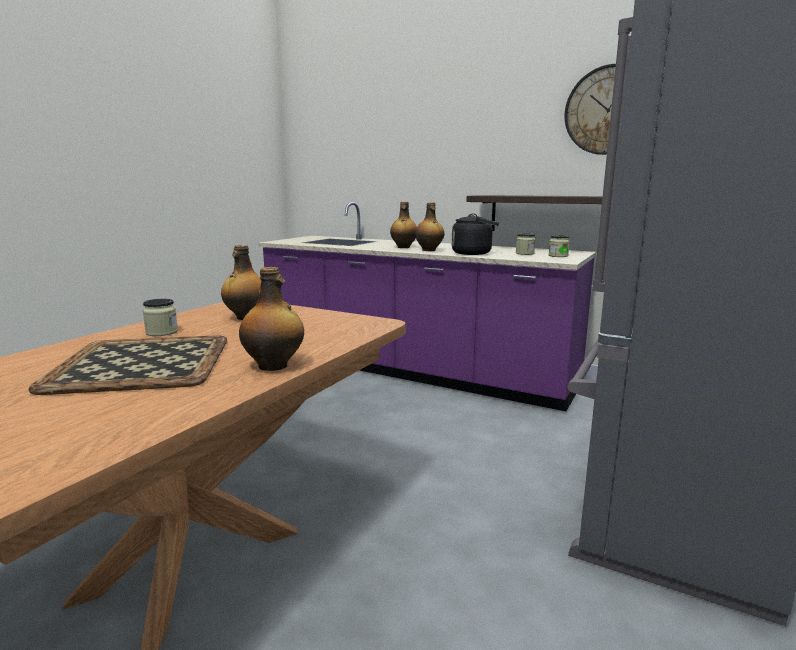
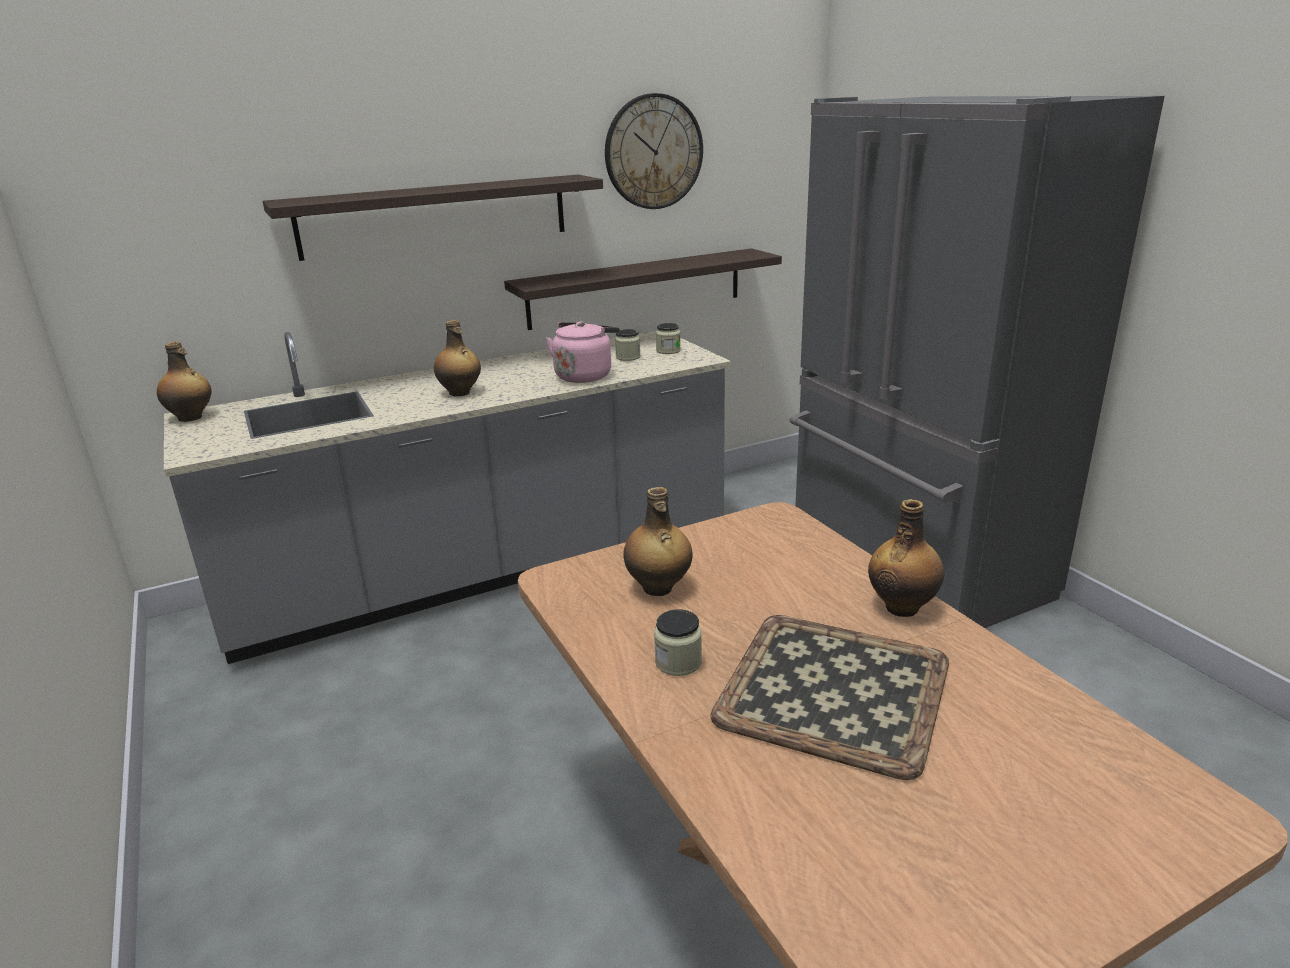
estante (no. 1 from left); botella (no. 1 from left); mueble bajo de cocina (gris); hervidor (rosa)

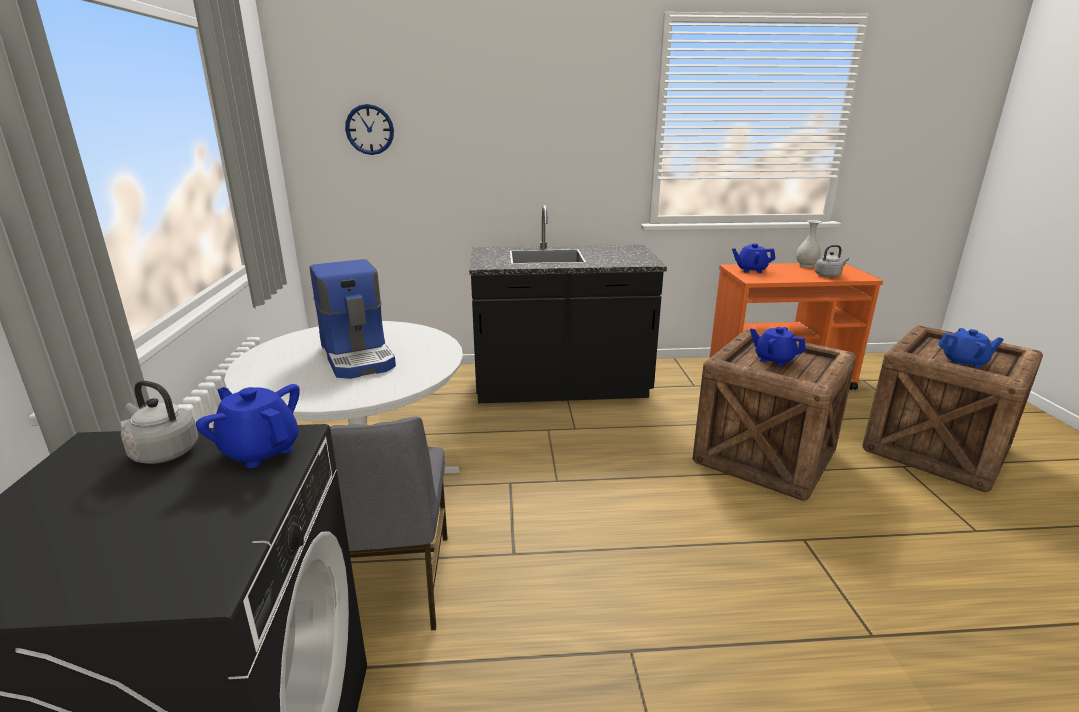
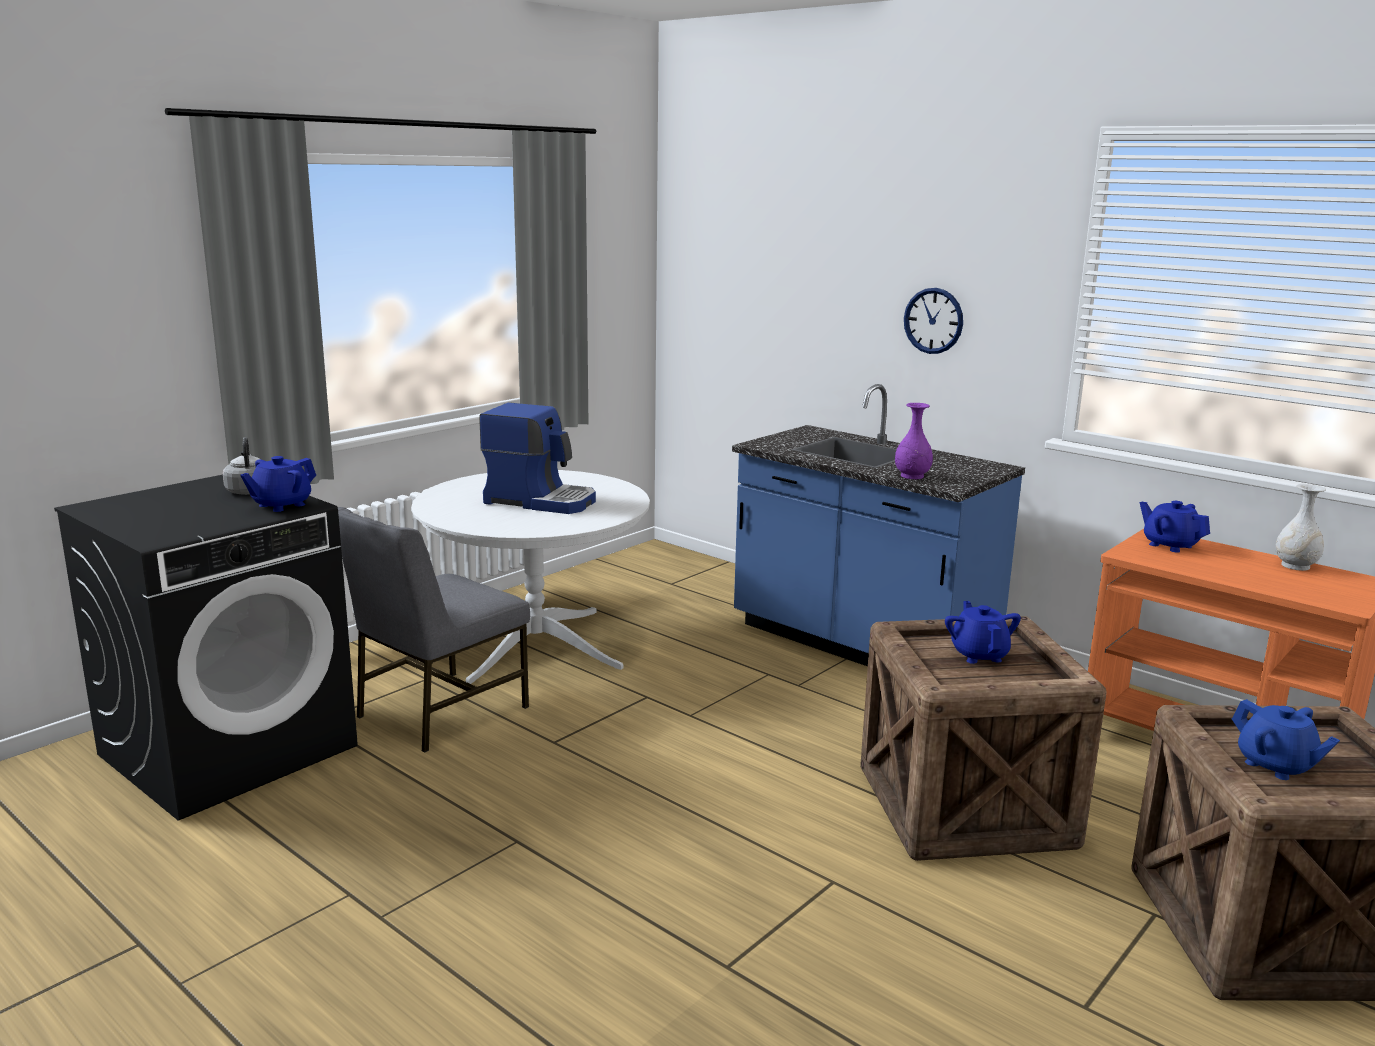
hervidor (gris) (no. 2 from left in the first image); florero (morado); reloj de pared; mueble bajo de cocina (azul); tetera (azul) (no. 1 from left); cafetera

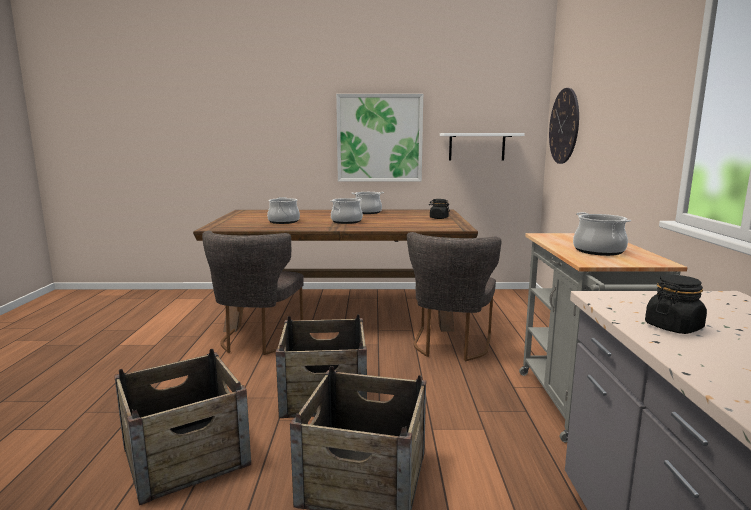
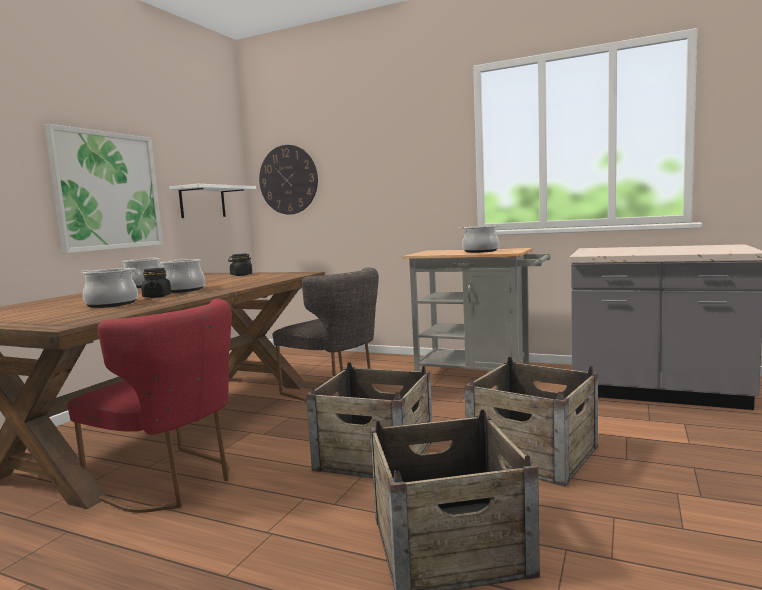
tarro (negro) (no. 1 from left); silla (rojo)

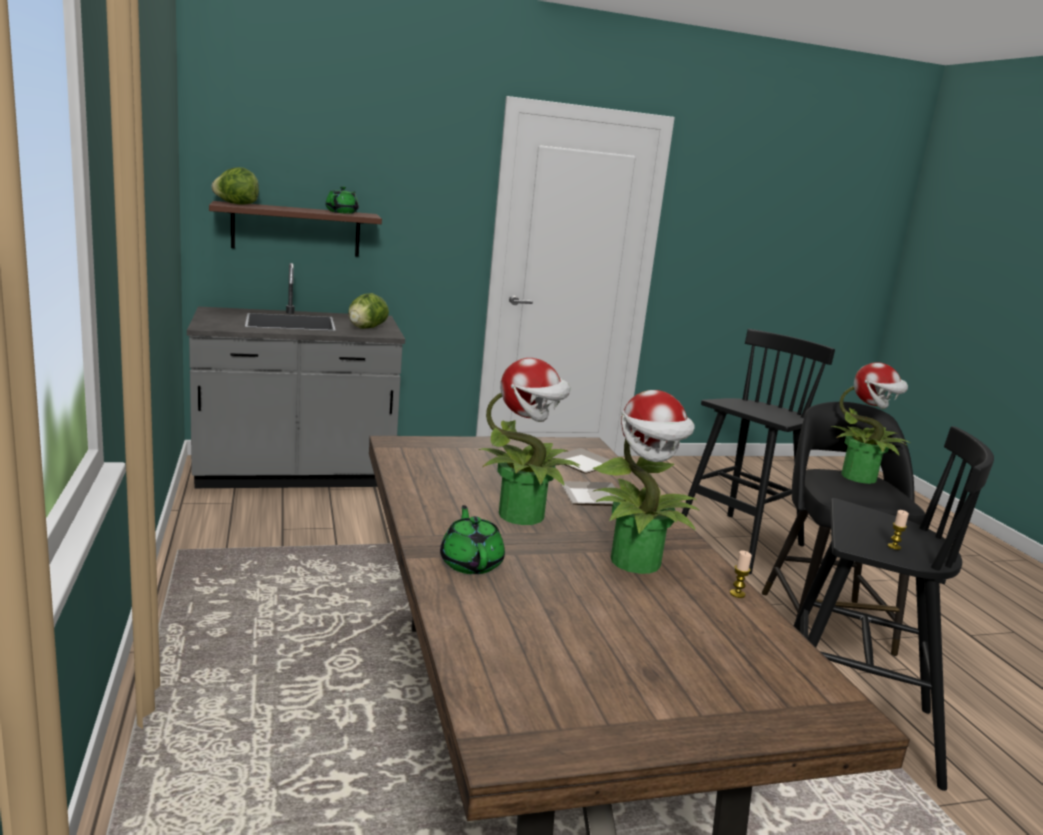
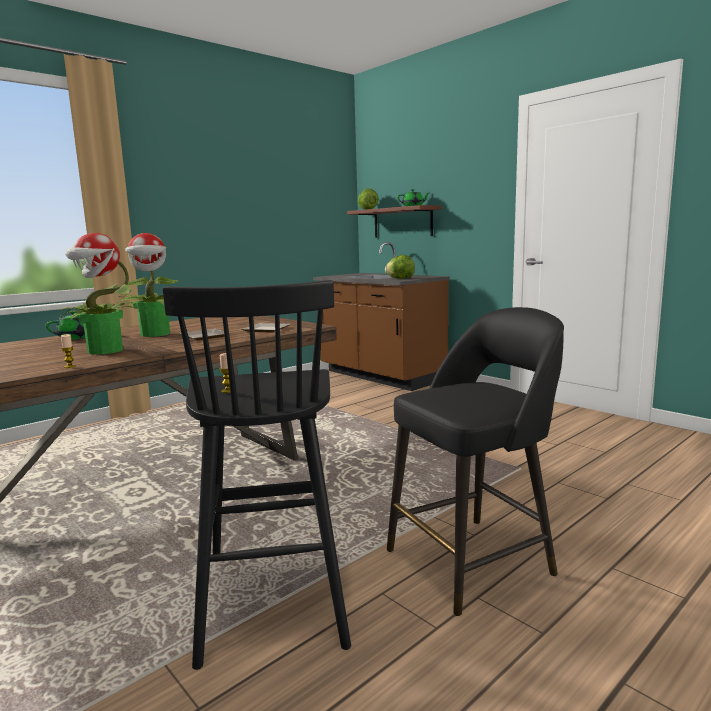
taburete (negro) (no. 1 from left in the first image); planta en maceta (no. 3 from left in the first image); mueble bajo de cocina (marrón)

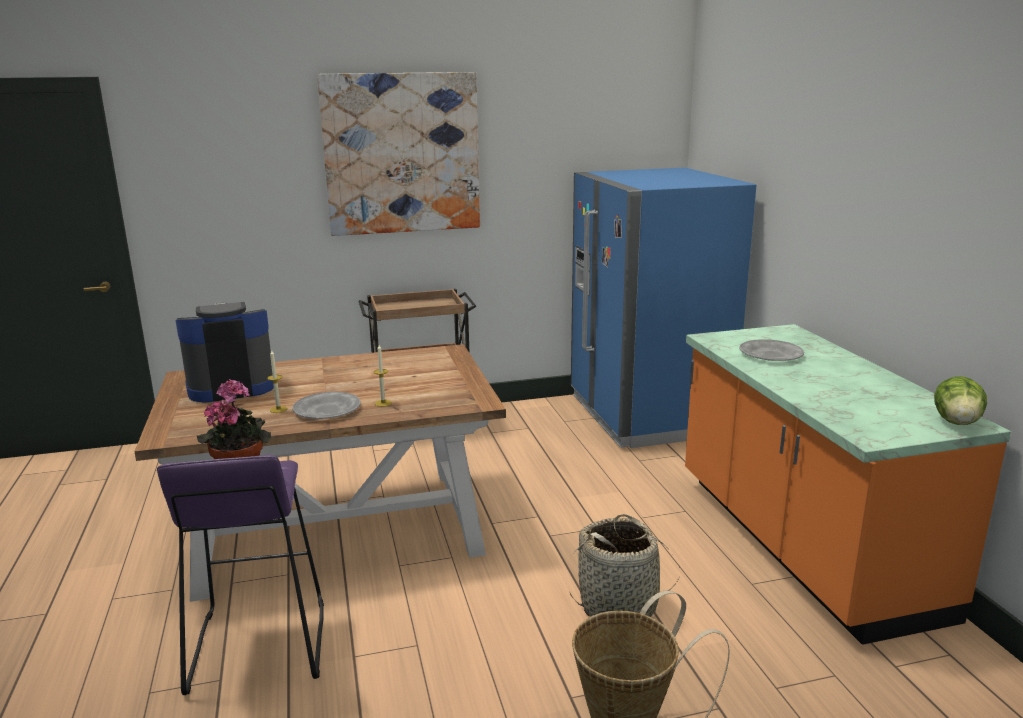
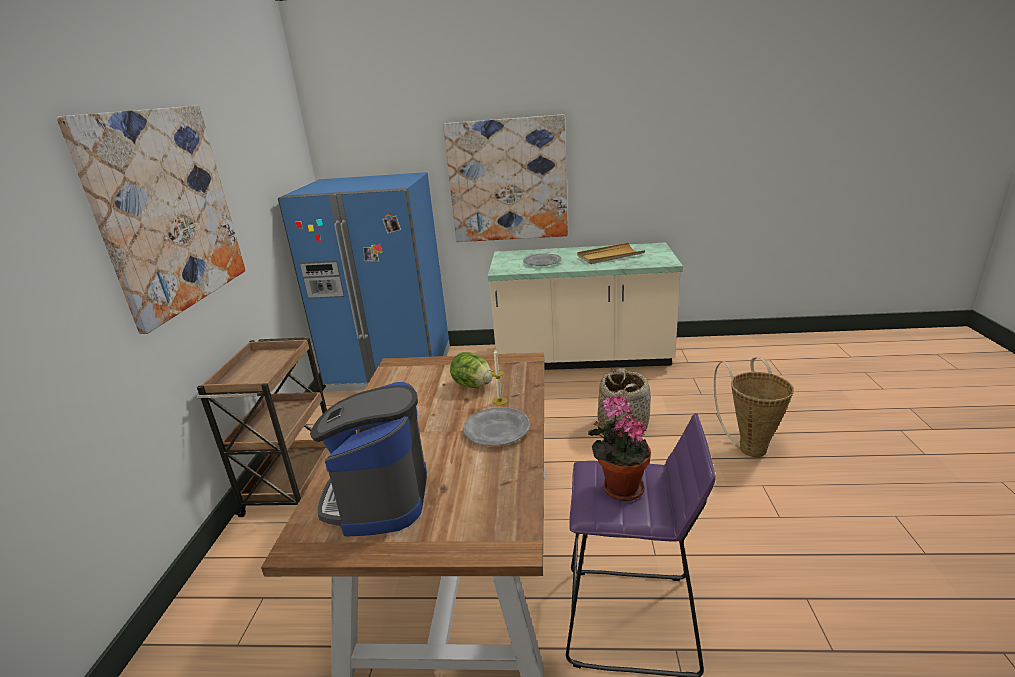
vela (no. 1 from left in the first image); cuadro (no. 2 from left); bandeja (beis); lechuga; mueble bajo de cocina (beis)

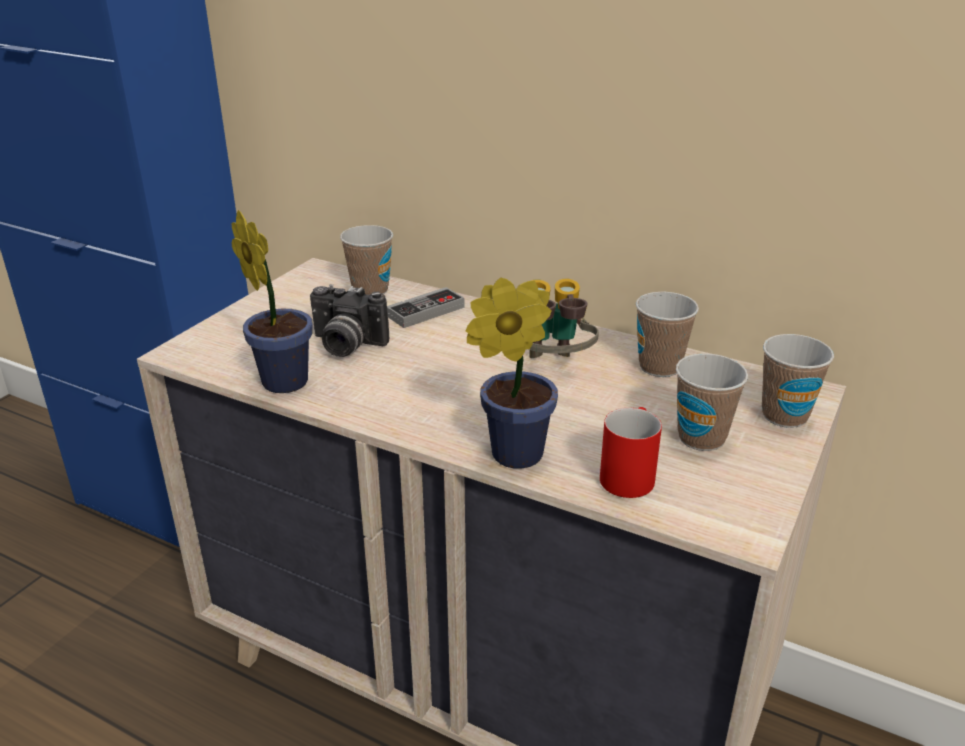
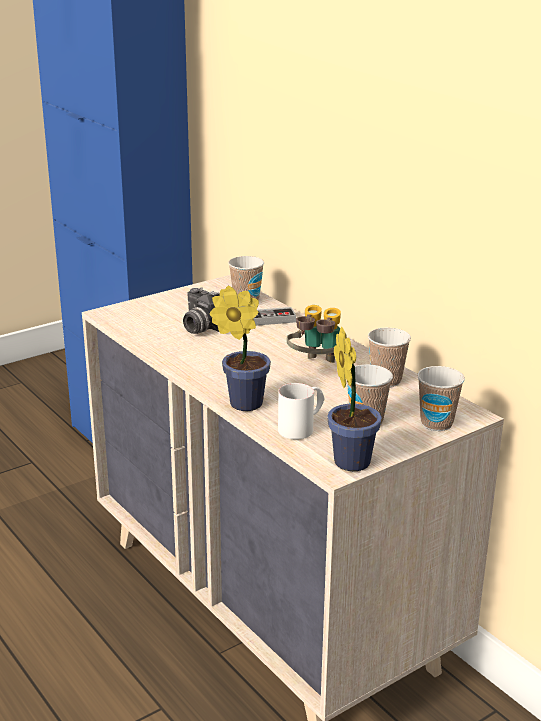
planta en maceta (no. 2 from left); taza grande (blanco)

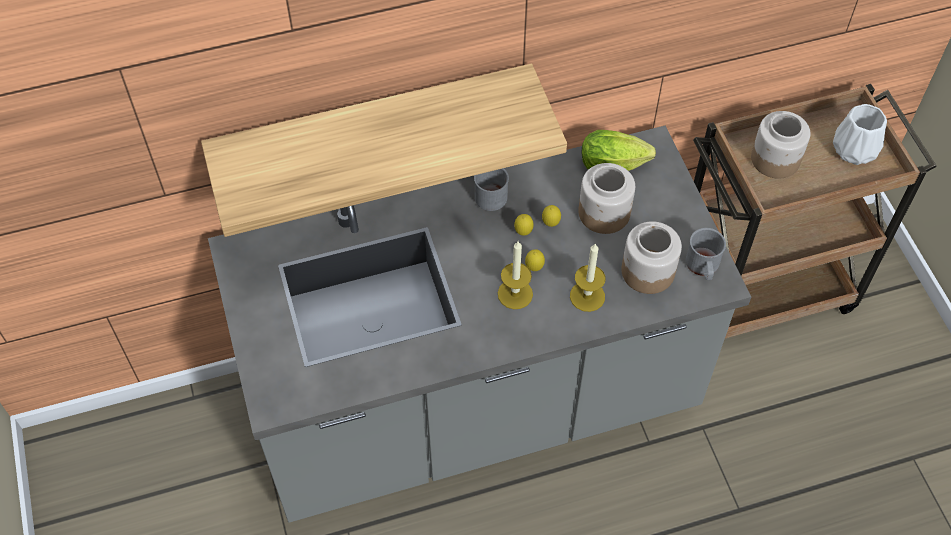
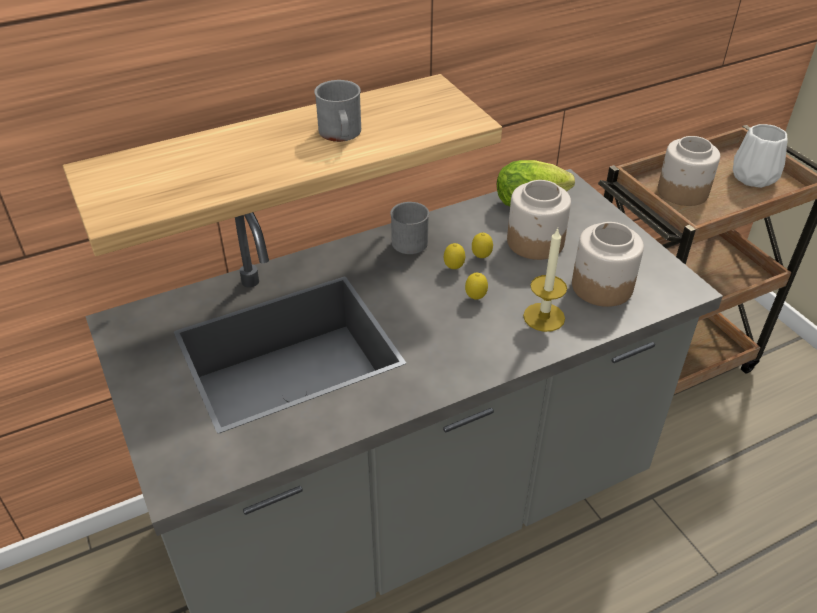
vela (no. 1 from left in the first image); taza grande (gris) (no. 1 from left)

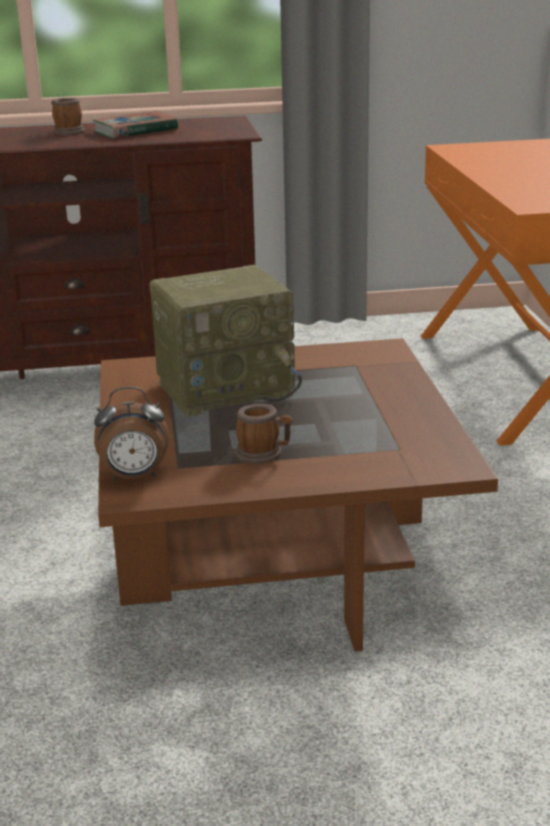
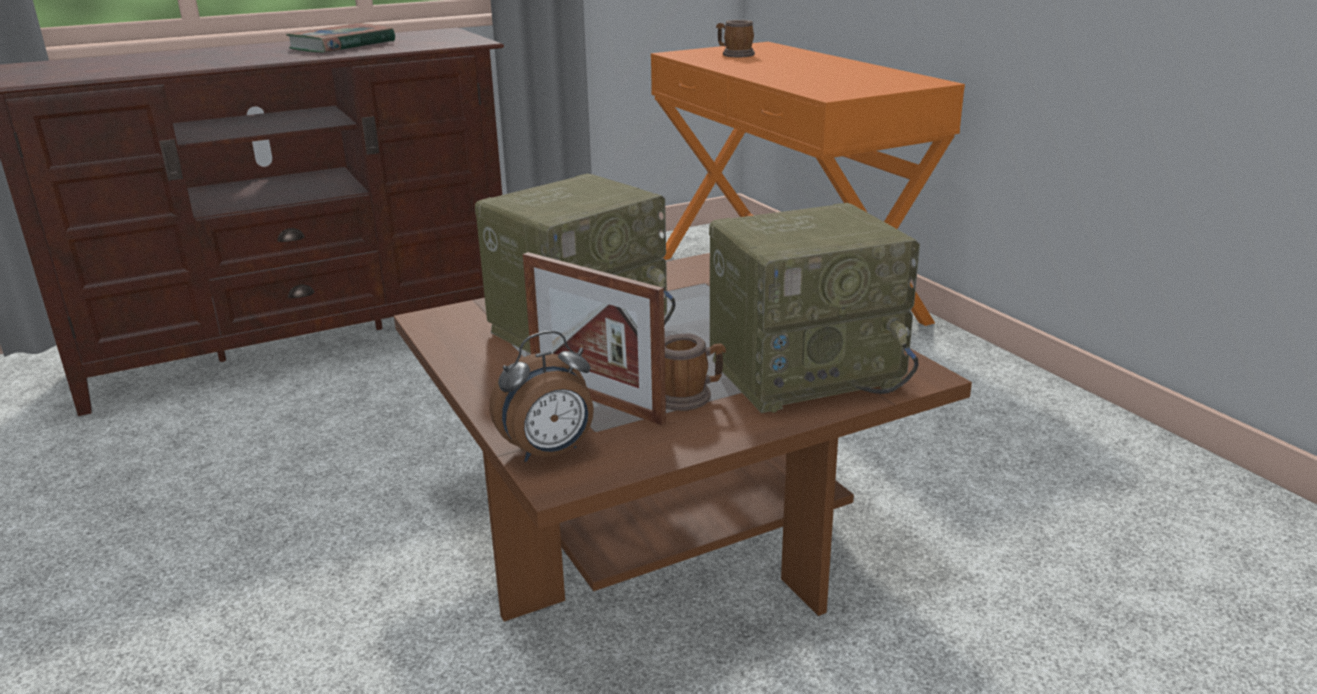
portarretratos; radio (no. 2 from left); taza grande (no. 2 from left)

